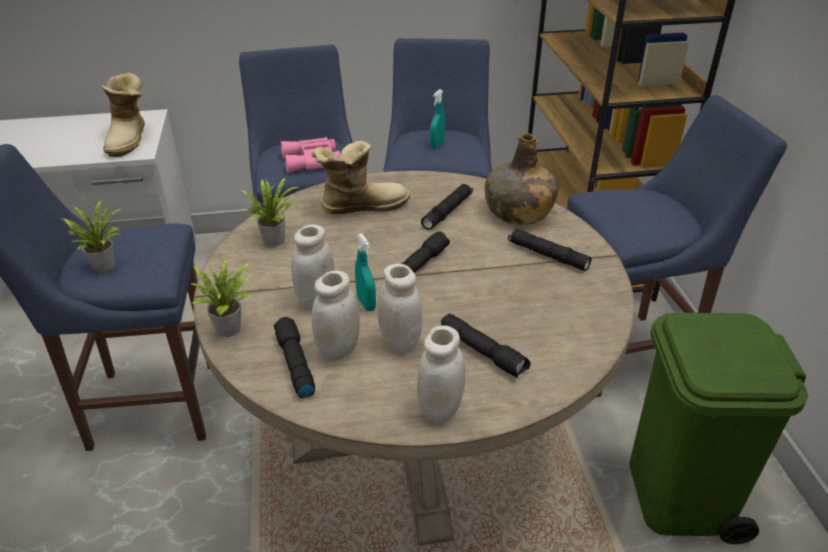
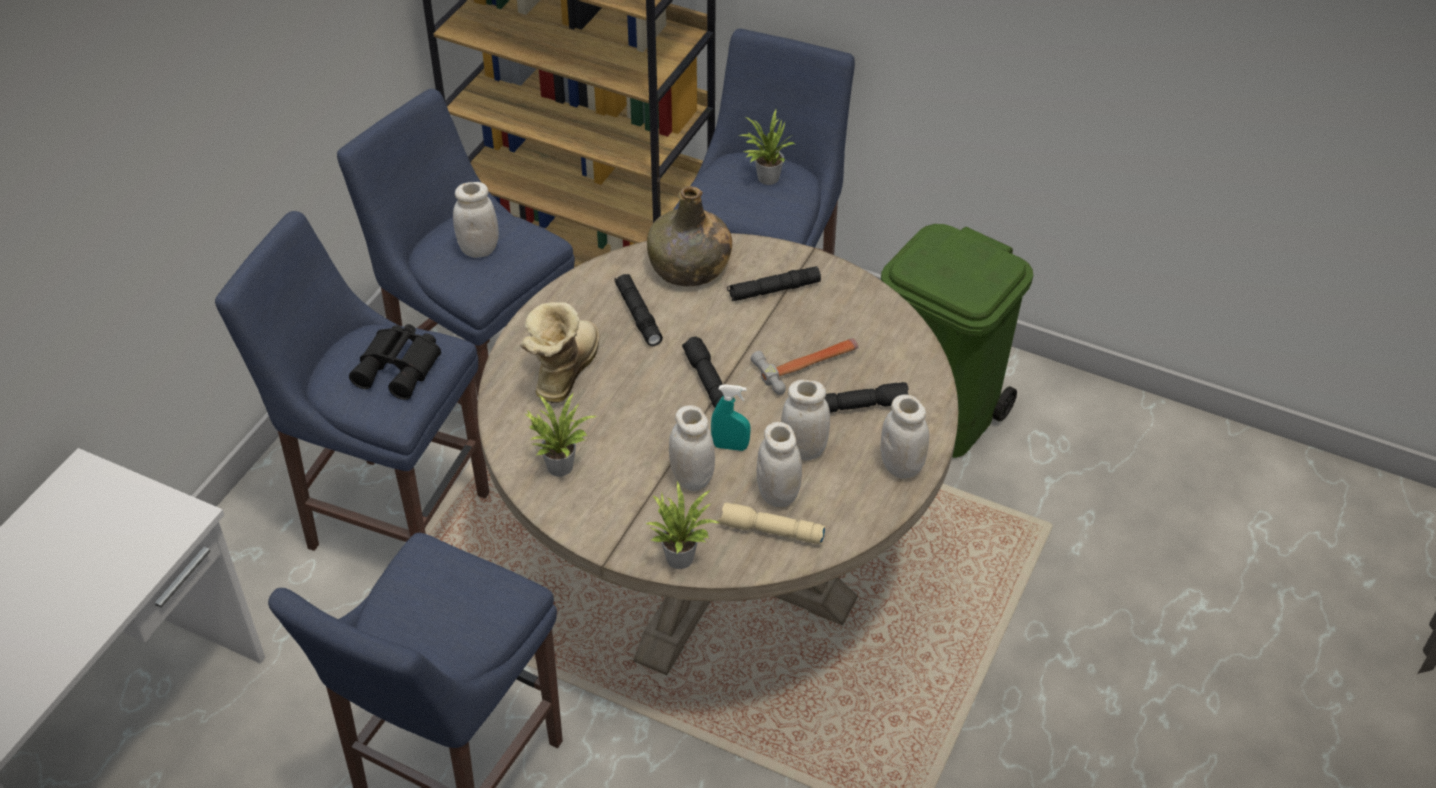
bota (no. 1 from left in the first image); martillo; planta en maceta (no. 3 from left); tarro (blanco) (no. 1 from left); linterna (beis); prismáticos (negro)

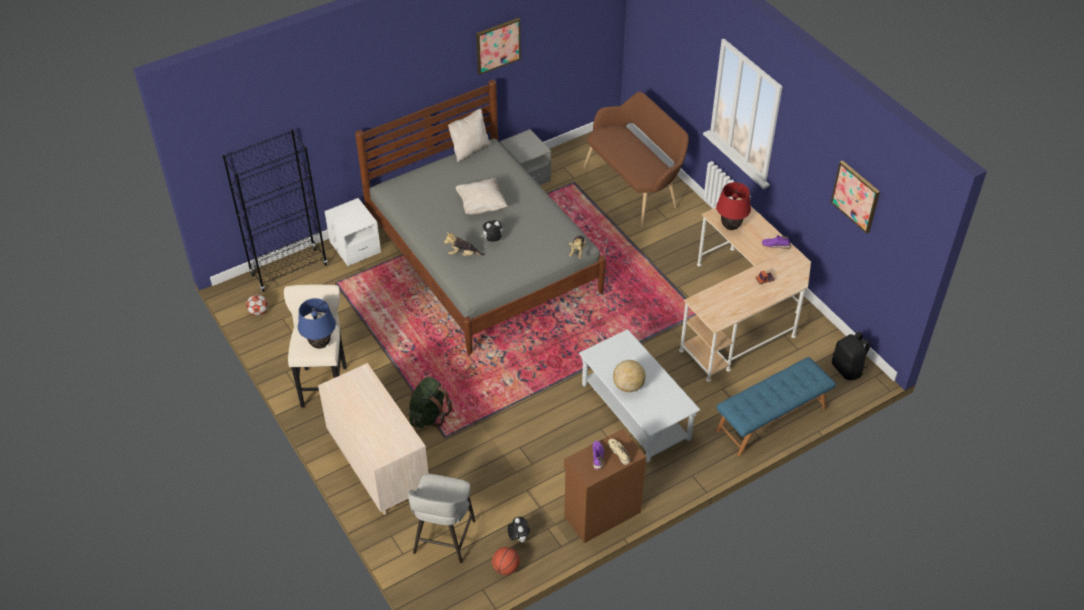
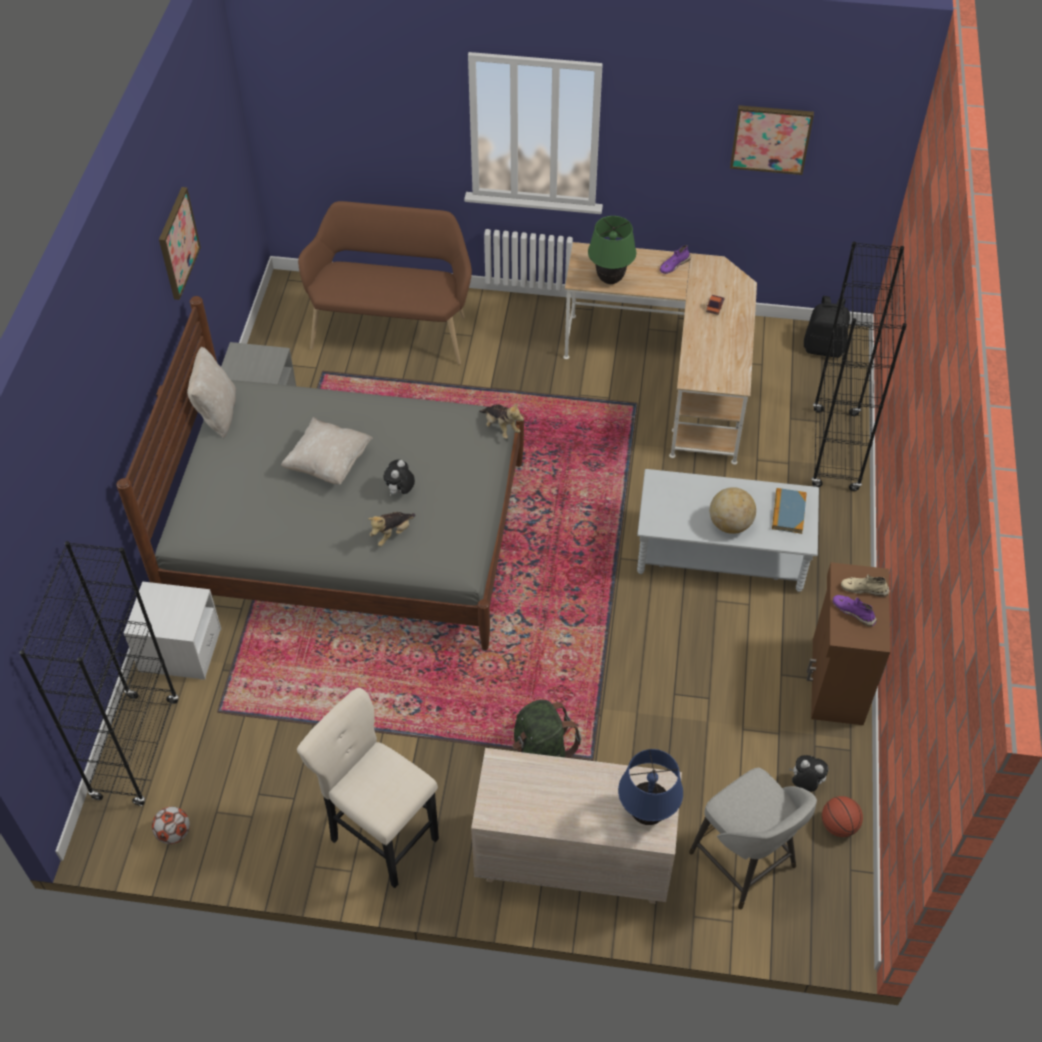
libro; lámpara de mesa (azul); estantería (negro) (no. 2 from left); lámpara de mesa (verde)

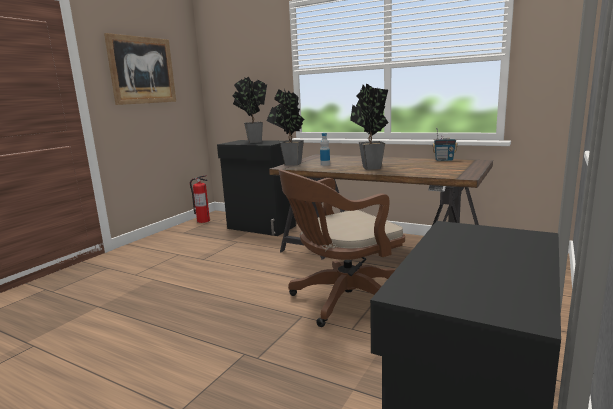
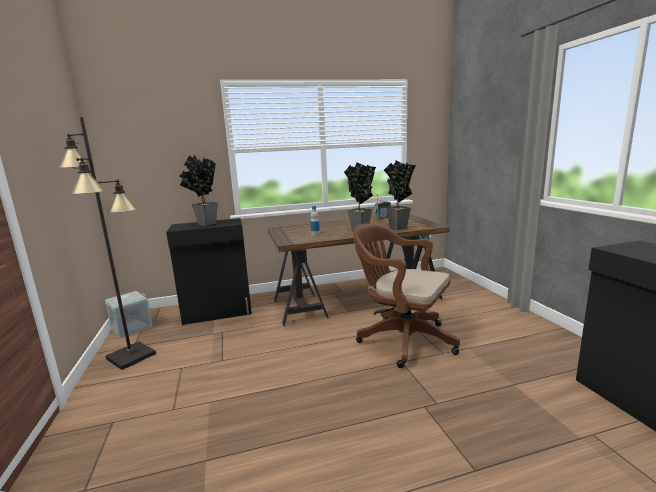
cuadro; lámpara de pie (negro); planta en maceta (no. 3 from left); caja de almacenaje (gris); silla de oficina (marrón)

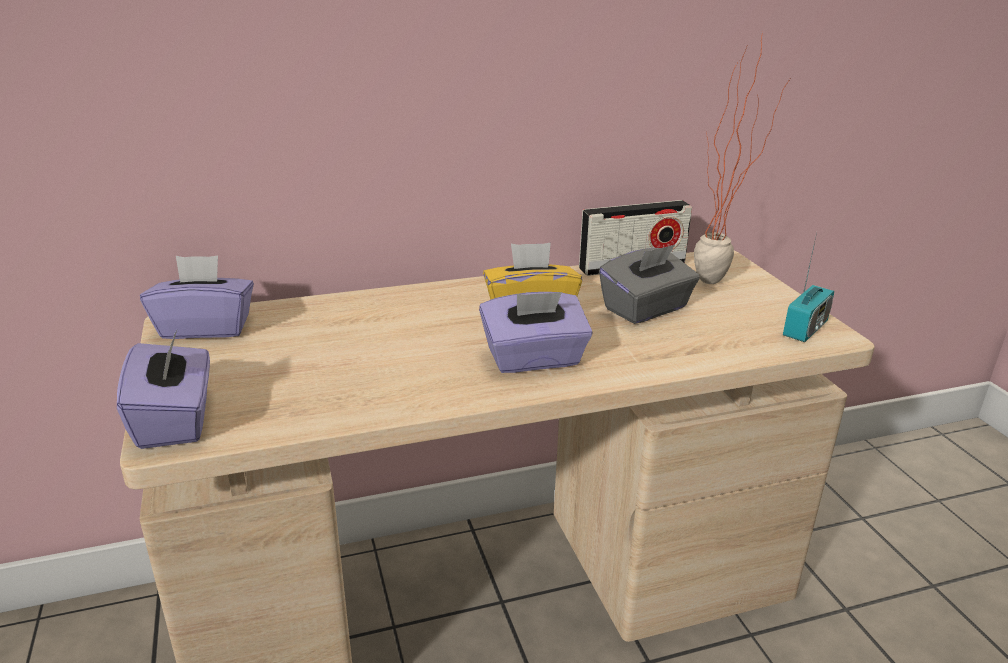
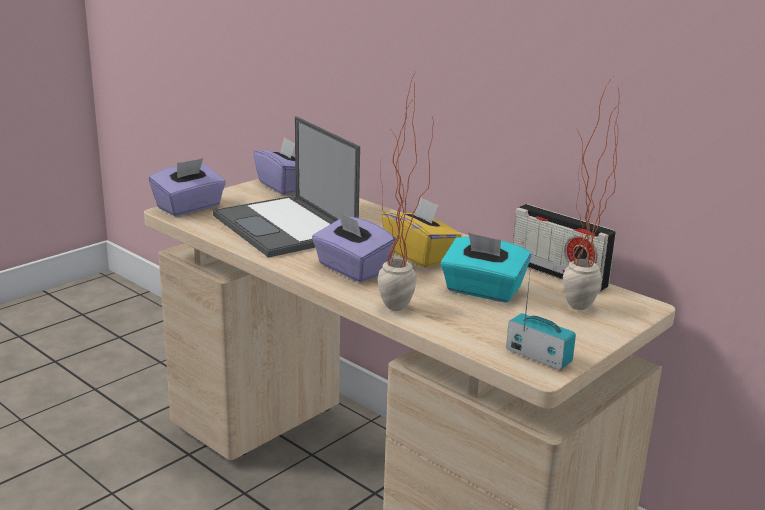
portátil; planta en maceta (no. 1 from left); caja de pañuelos (turquesa); radio (no. 1 from left)

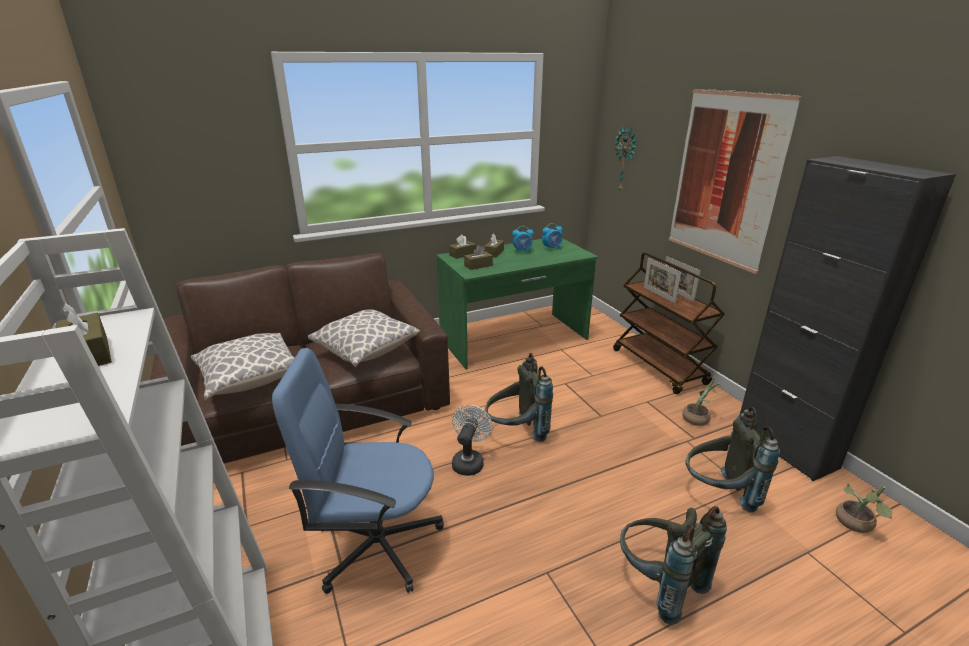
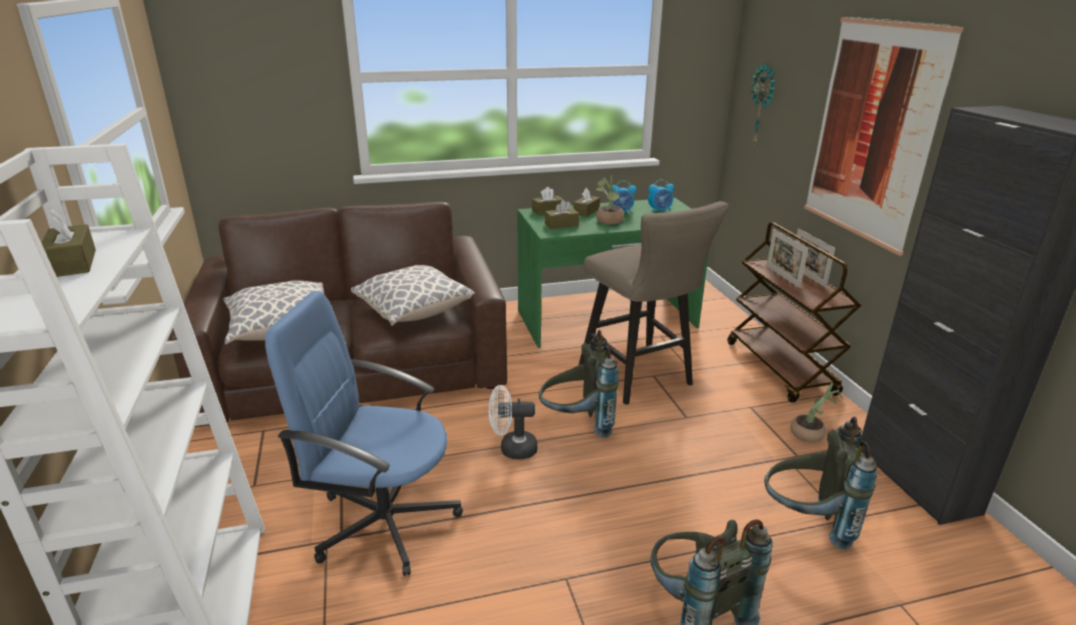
taburete (beis); planta en maceta (no. 1 from left); ventilador (blanco)

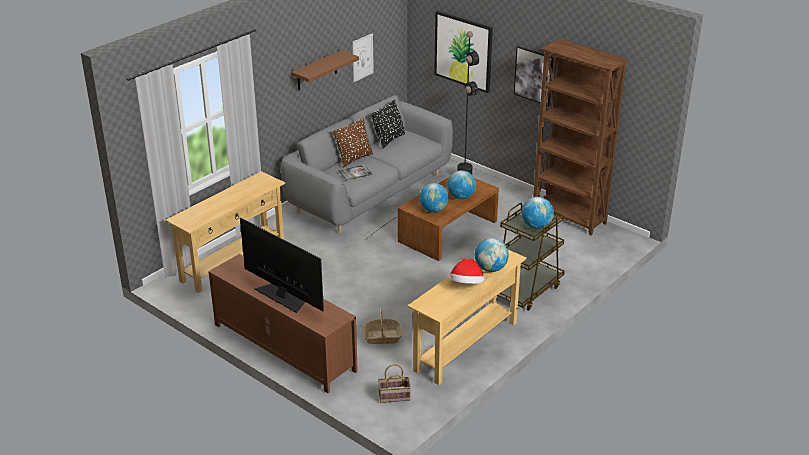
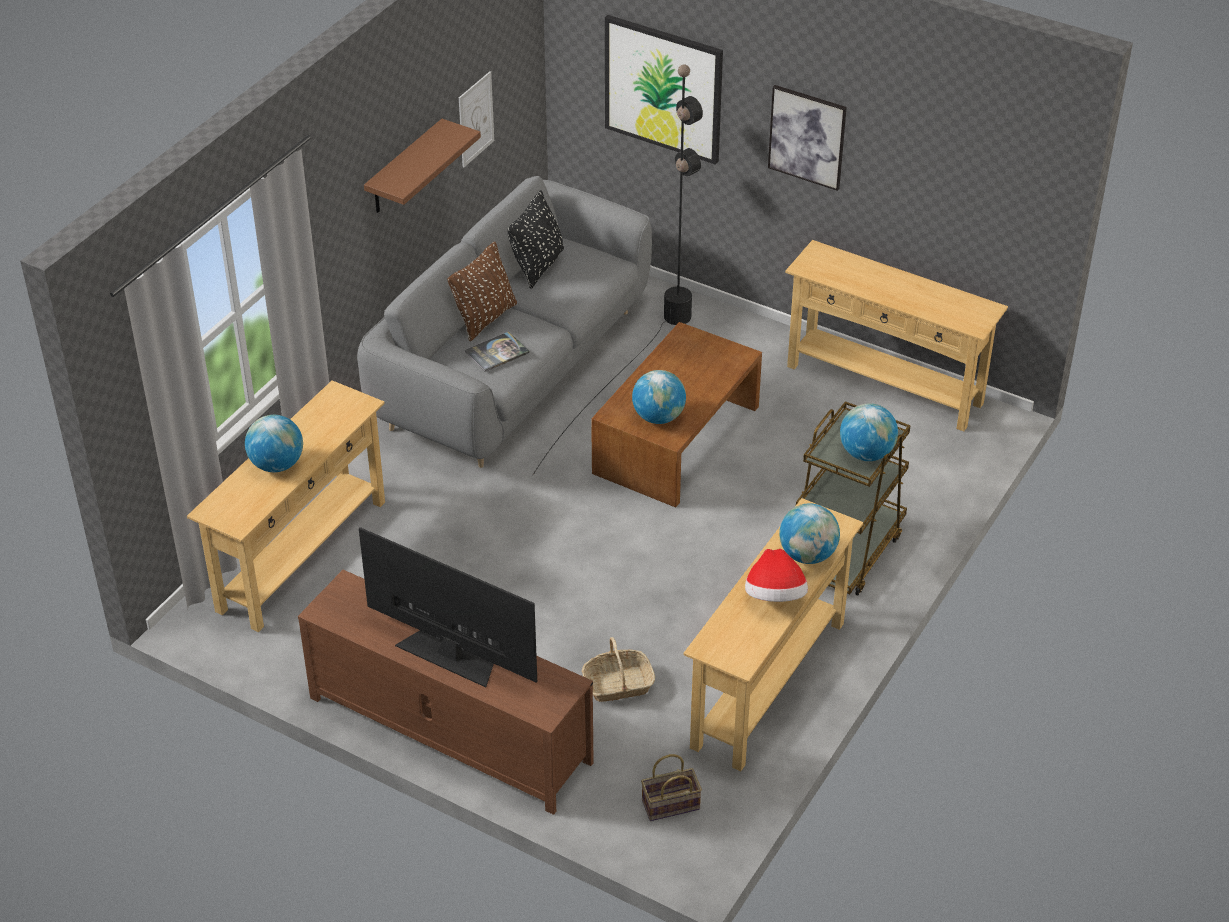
globo terráqueo (no. 1 from left); mesa consola (beis) (no. 3 from left)

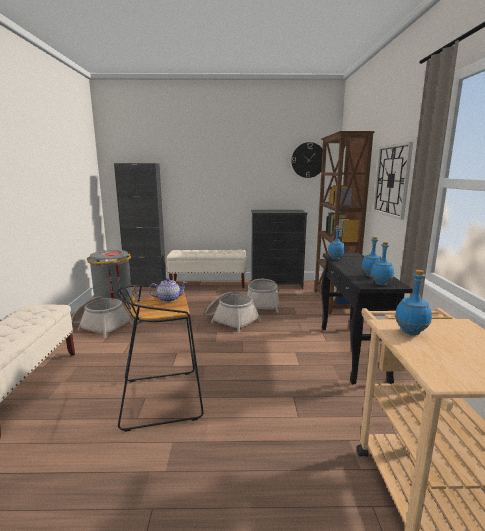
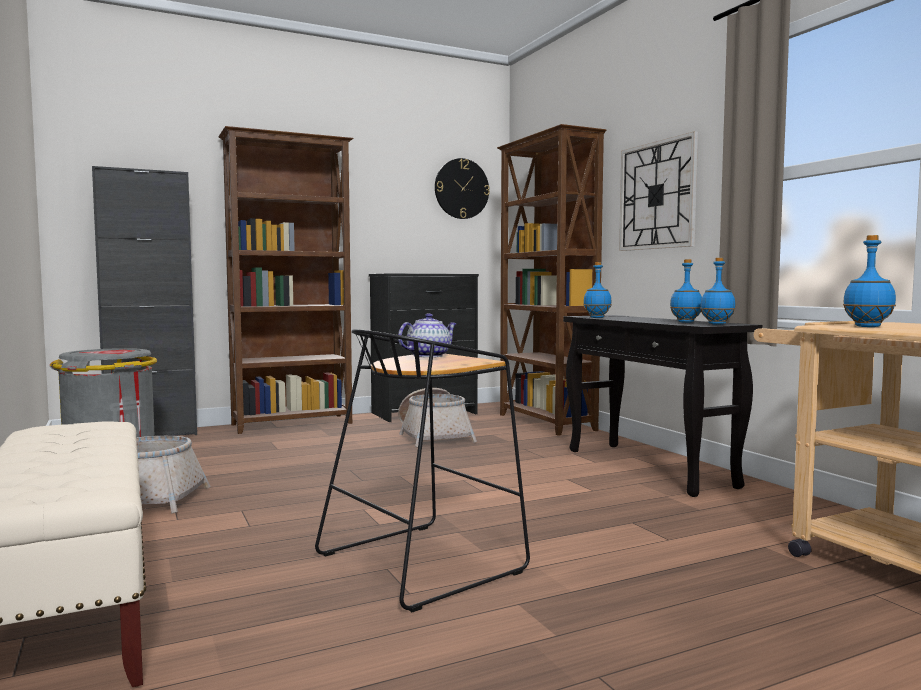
cesta (no. 2 from left in the first image); estantería (marrón) (no. 1 from left)

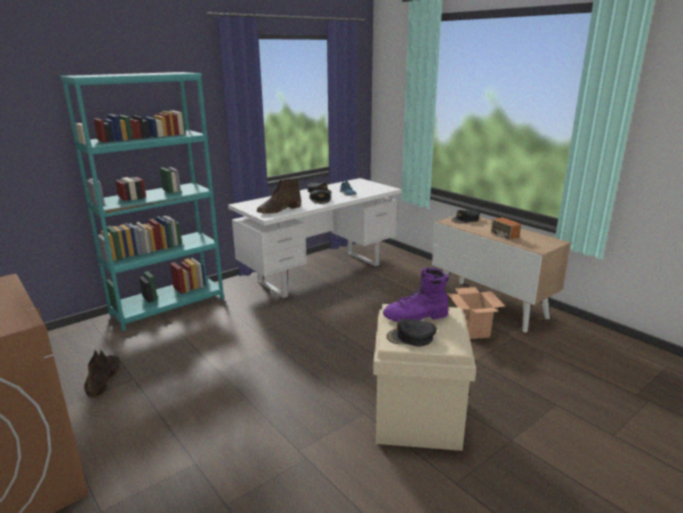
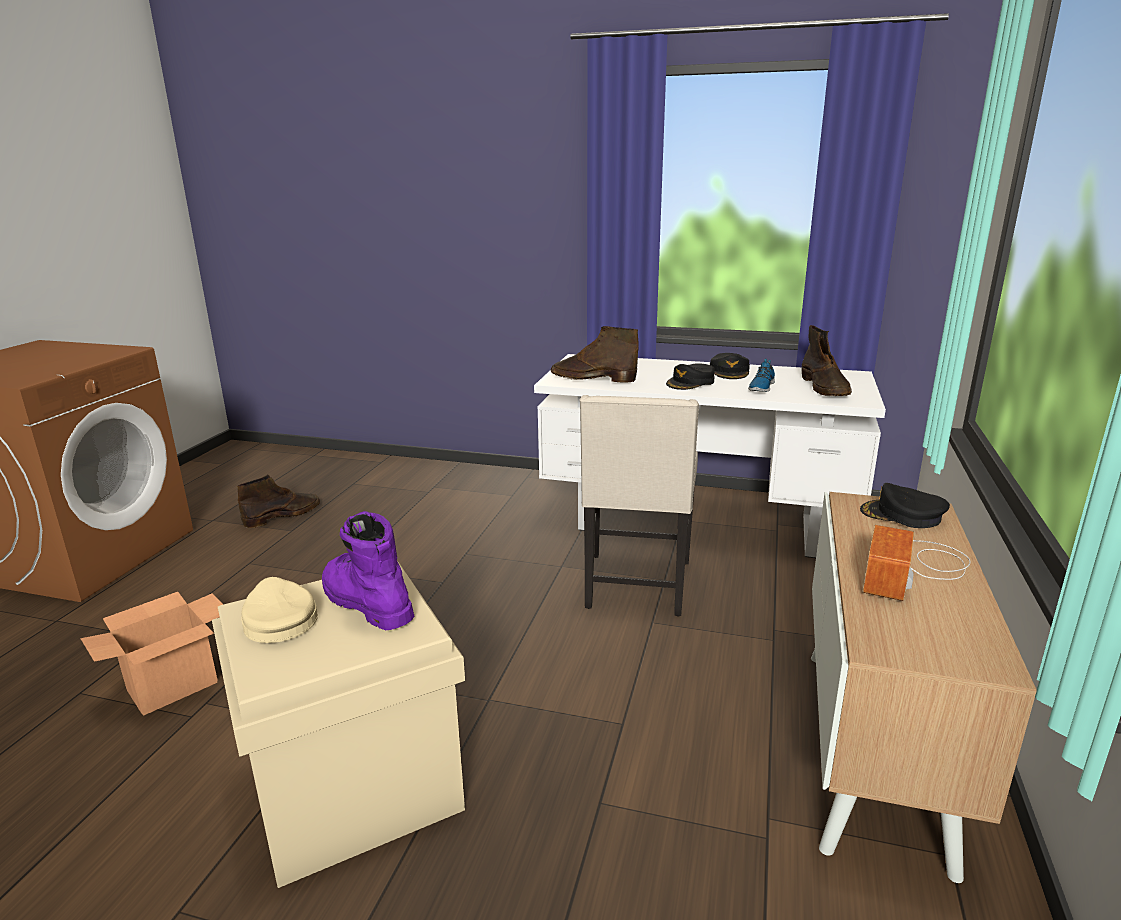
estantería (turquesa); silla (beis); bota (marrón) (no. 3 from left); caja de cartón; gorra (beis)

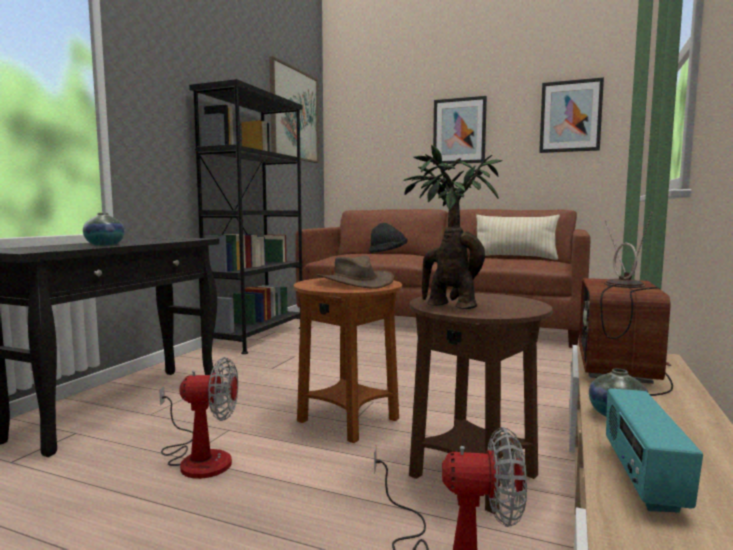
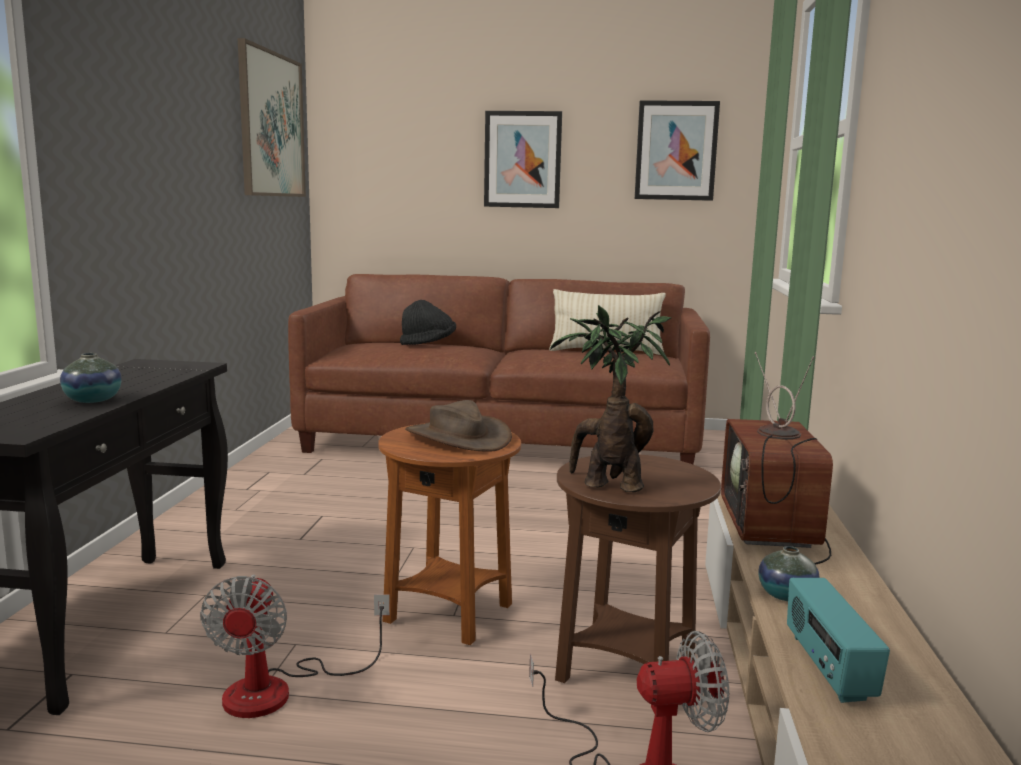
estantería (negro); ventilador (no. 1 from left)

